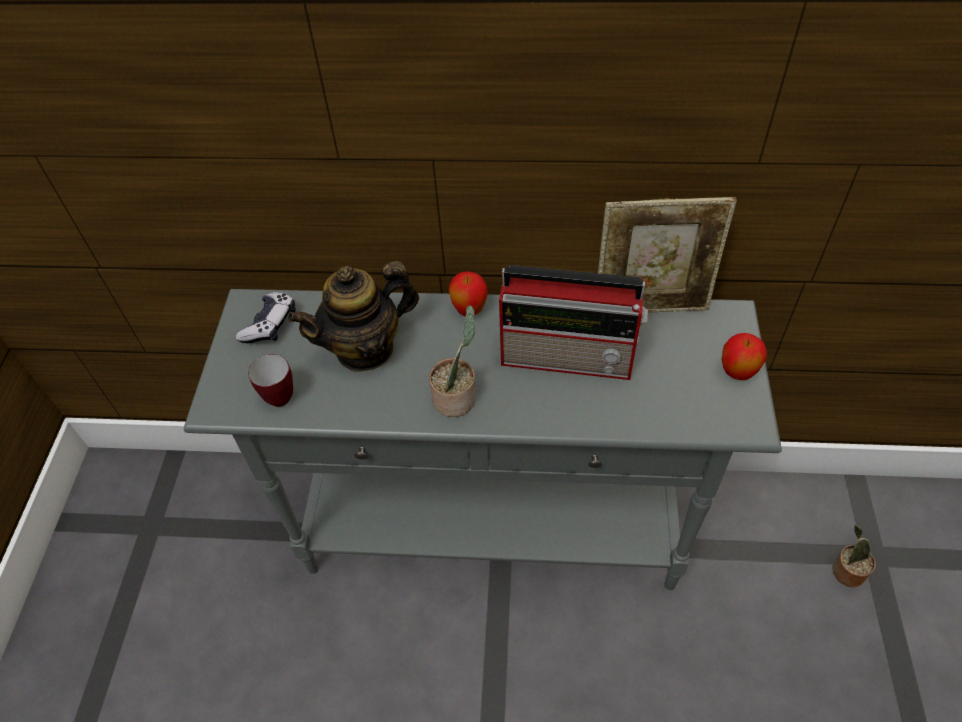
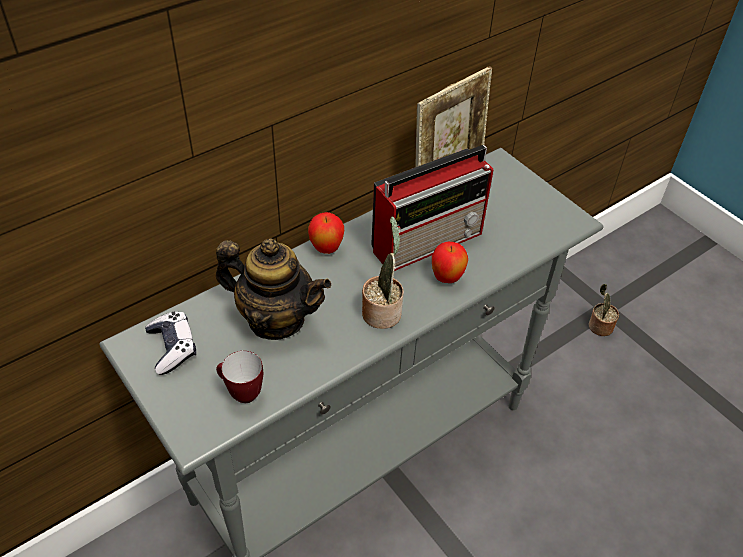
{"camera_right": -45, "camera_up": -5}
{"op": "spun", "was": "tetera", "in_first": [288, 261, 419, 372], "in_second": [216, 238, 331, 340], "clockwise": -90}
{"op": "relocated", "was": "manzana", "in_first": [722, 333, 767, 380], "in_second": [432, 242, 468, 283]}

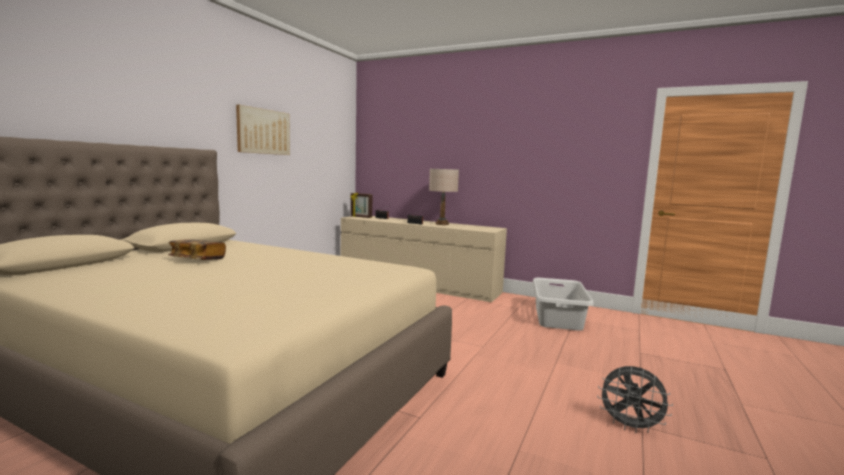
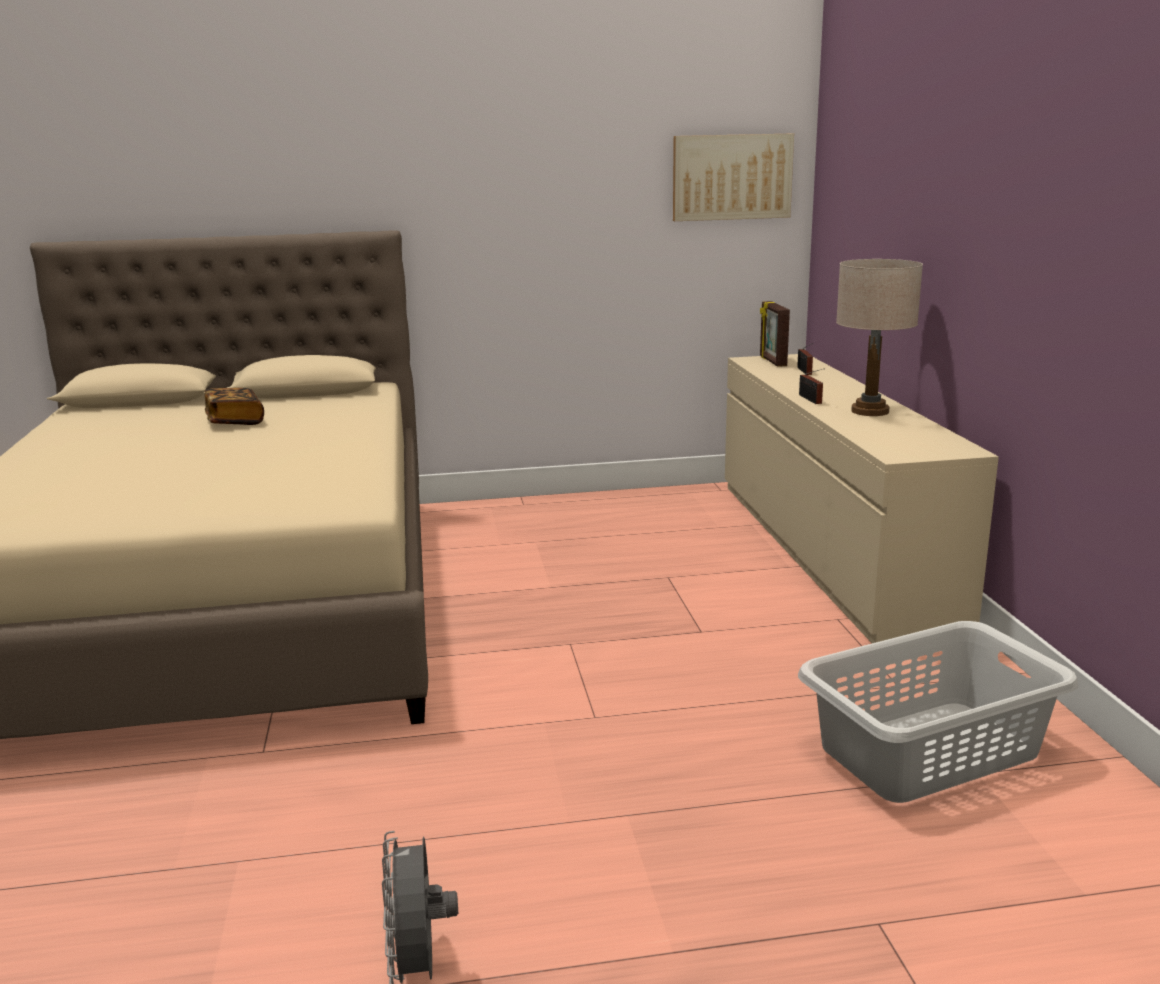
{"camera_right": 55, "camera_up": 10}
{"op": "relocated", "was": "cuadro", "in_first": [236, 105, 290, 155], "in_second": [673, 133, 794, 221]}

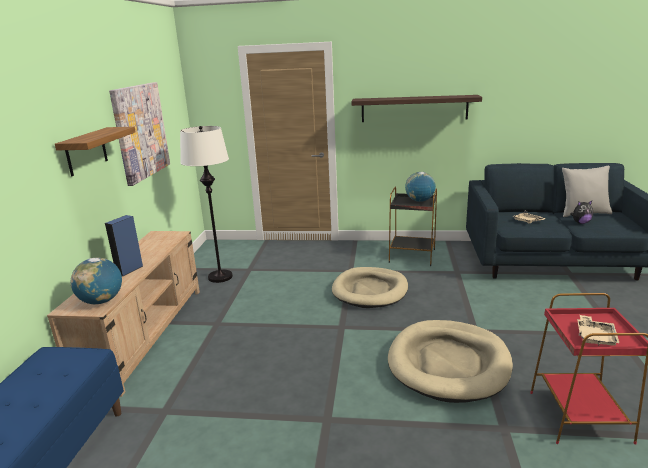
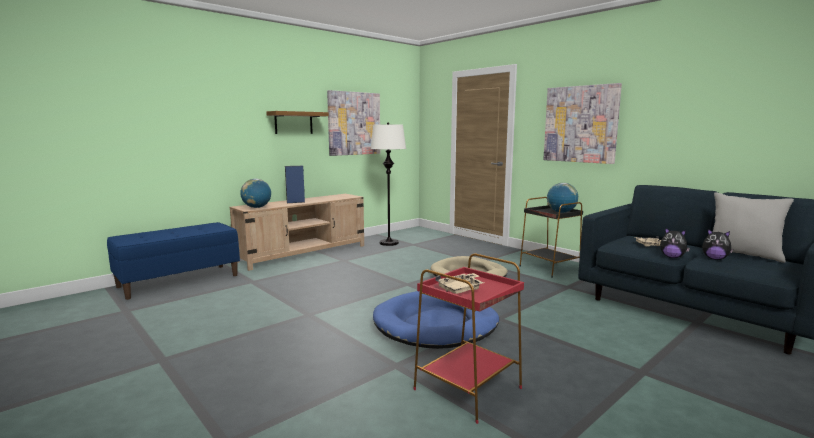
{"camera_right": 40, "camera_up": -10}
{"op": "exchanged", "was": "estante", "now": "cuadro", "in_first": [351, 95, 482, 122], "in_second": [543, 83, 622, 164]}
{"op": "colour", "was": "cama para perro/beis", "now": "cama para perro/azul", "in_first": [388, 320, 513, 403], "in_second": [373, 291, 499, 349]}
{"op": "appeared", "now": "peluche", "in_second": [660, 227, 690, 258]}

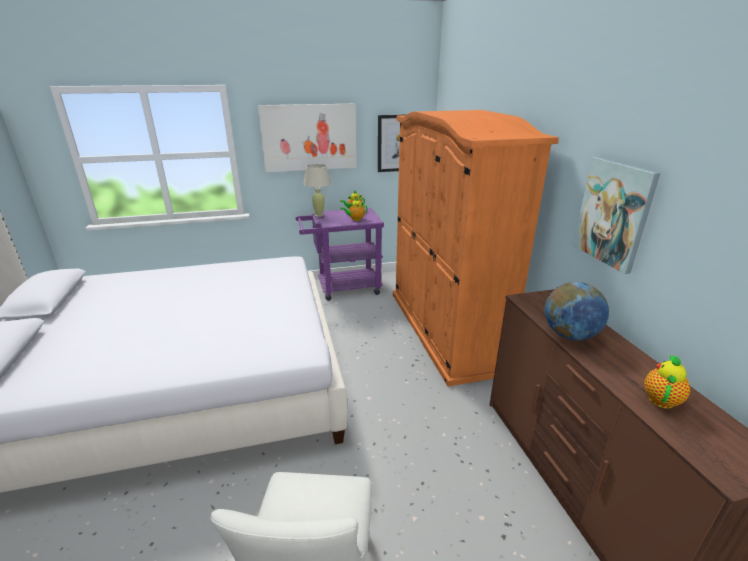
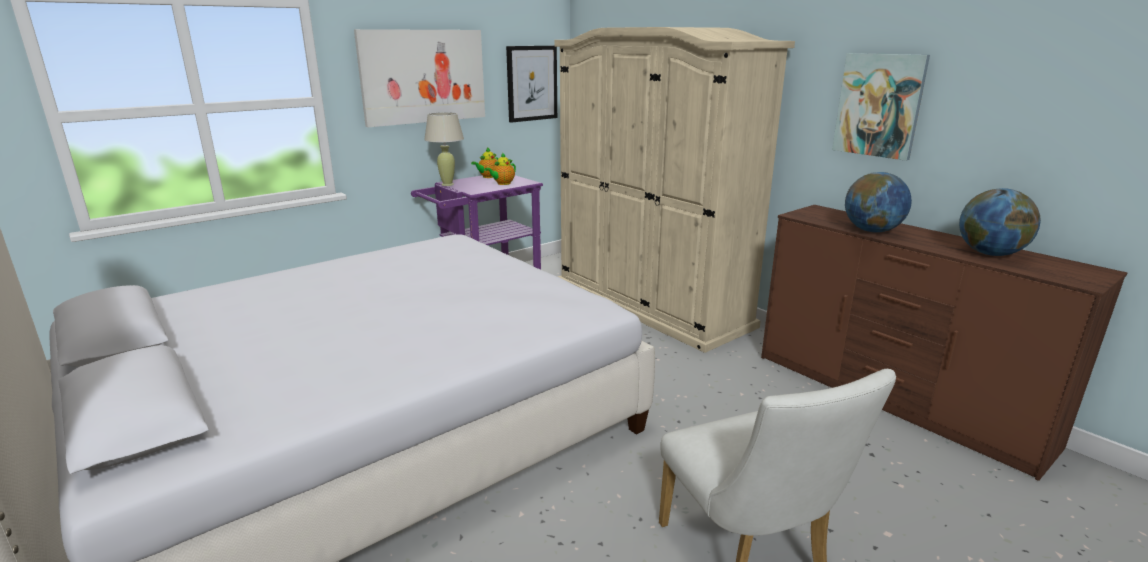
{"camera_right": -25, "camera_up": -5}
{"op": "colour", "was": "armario ropero/naranja", "now": "armario ropero/beis", "in_first": [393, 110, 559, 387], "in_second": [555, 27, 795, 353]}
{"op": "exchanged", "was": "tetera", "now": "globo terráqueo", "in_first": [644, 355, 690, 409], "in_second": [959, 188, 1041, 256]}

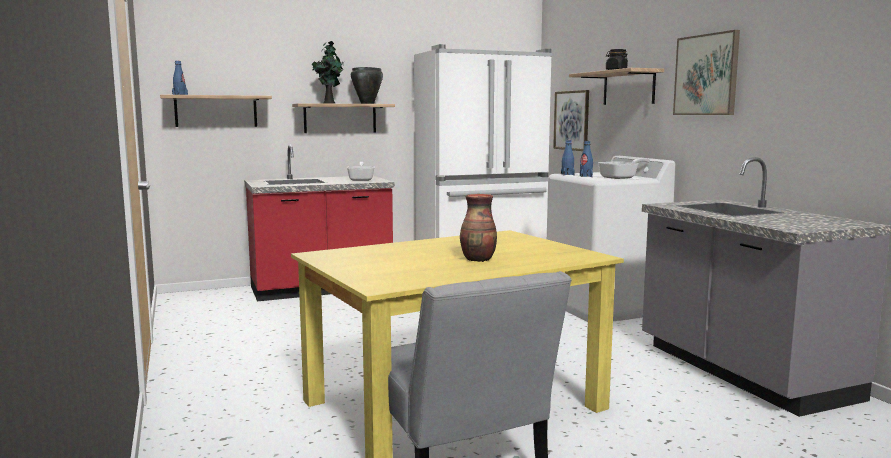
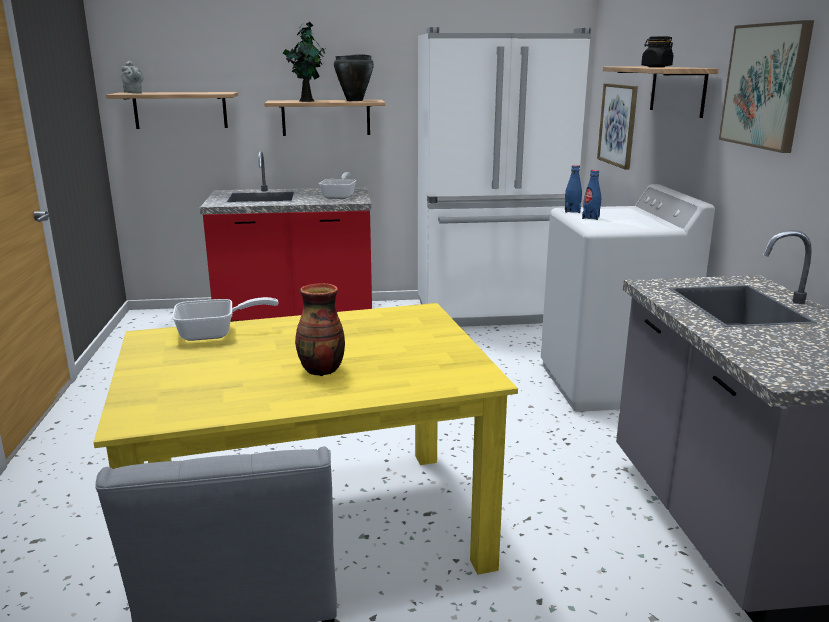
{"camera_right": 15, "camera_up": 10}
{"op": "exchanged", "was": "botella/azul", "now": "tetera/gris", "in_first": [172, 61, 188, 95], "in_second": [121, 61, 144, 93]}
{"op": "relocated", "was": "sartén", "in_first": [598, 158, 650, 179], "in_second": [172, 297, 279, 341]}

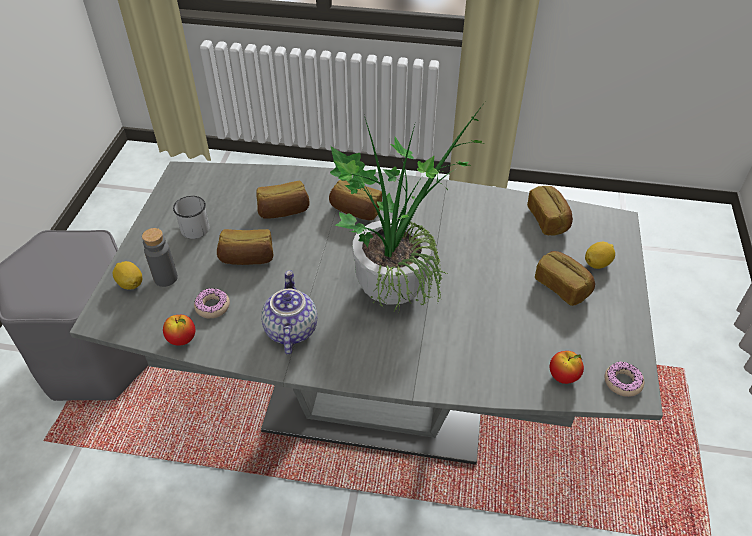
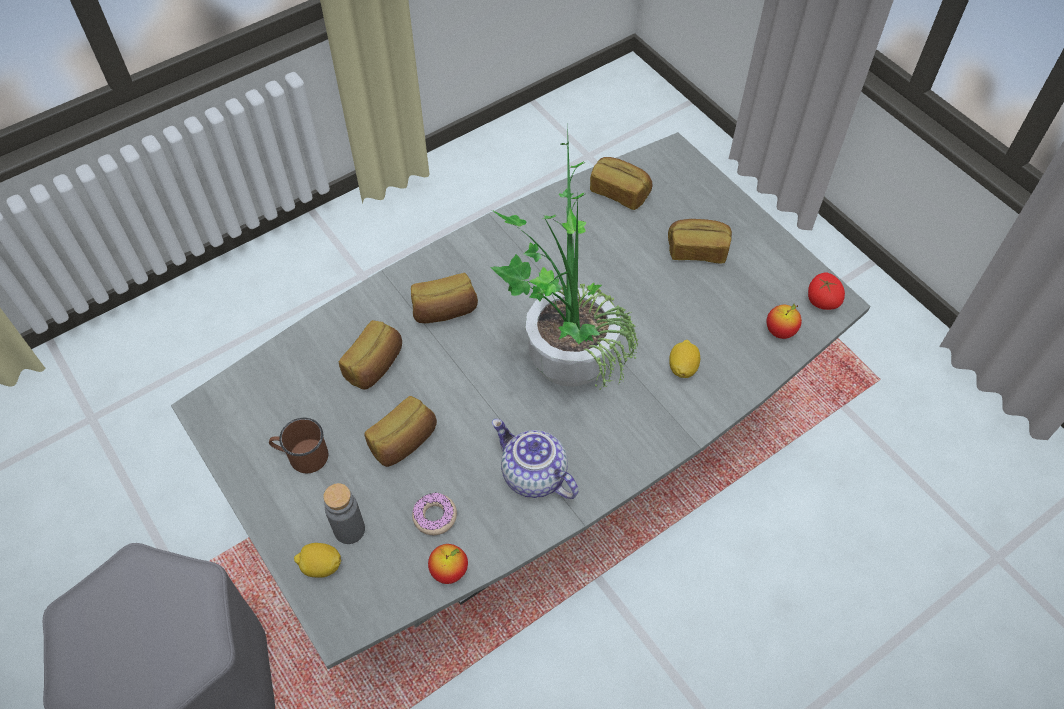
{"camera_right": -45, "camera_up": 10}
{"op": "colour", "was": "taza grande/blanco", "now": "taza grande/marrón", "in_first": [173, 196, 210, 239], "in_second": [269, 418, 328, 473]}
{"op": "relocated", "was": "limón", "in_first": [585, 242, 615, 269], "in_second": [669, 340, 700, 378]}
{"op": "exchanged", "was": "rosquilla", "now": "tomate", "in_first": [605, 362, 644, 397], "in_second": [808, 272, 845, 310]}

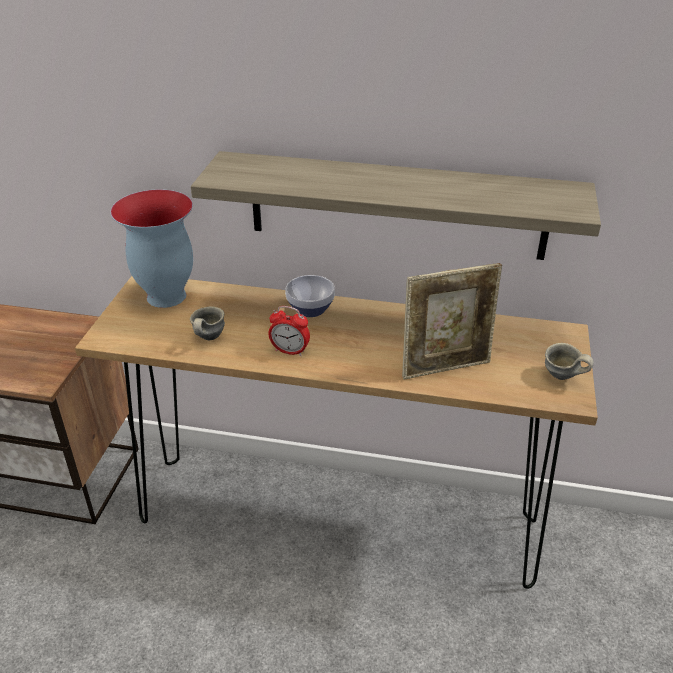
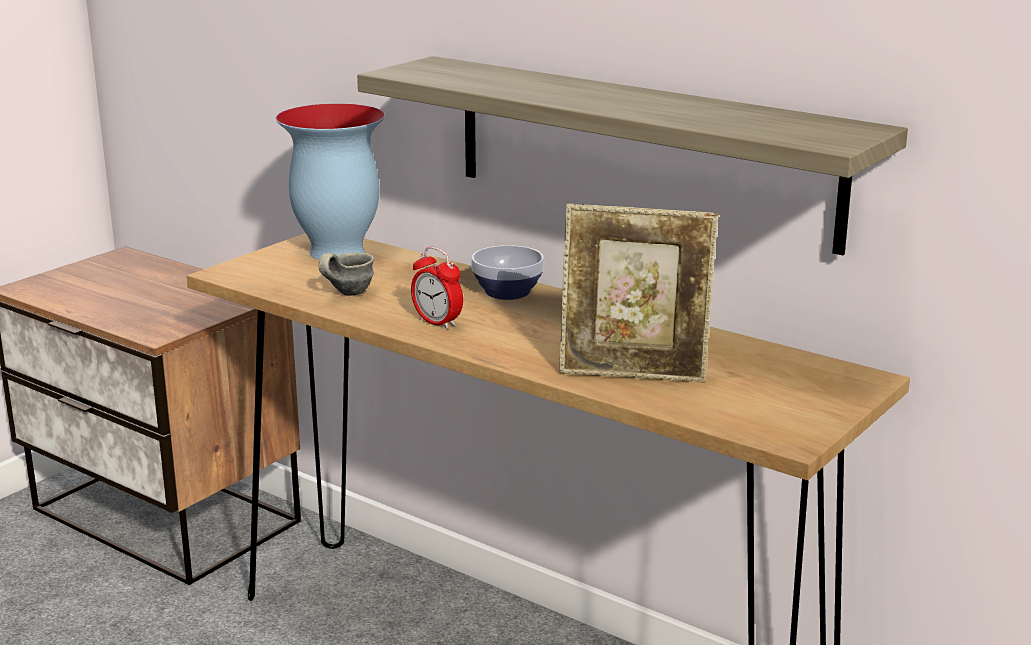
{"camera_right": 25, "camera_up": -15}
{"op": "missing", "was": "taza grande/gris", "in_first": [545, 343, 594, 380]}

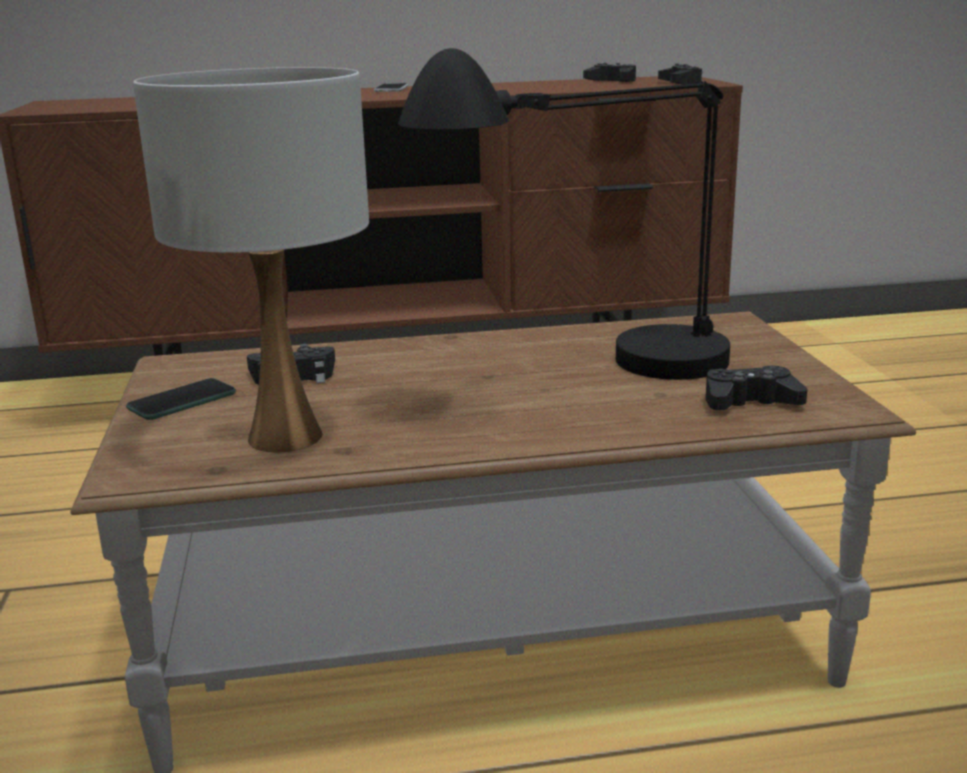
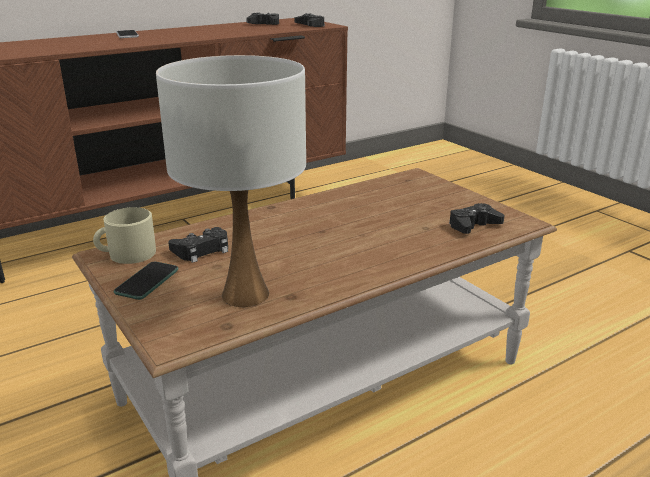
{"camera_right": -25, "camera_up": 5}
{"op": "missing", "was": "lámpara de mesa/negro", "in_first": [398, 48, 730, 380]}
{"op": "appeared", "now": "taza grande/beis", "in_second": [93, 207, 156, 264]}

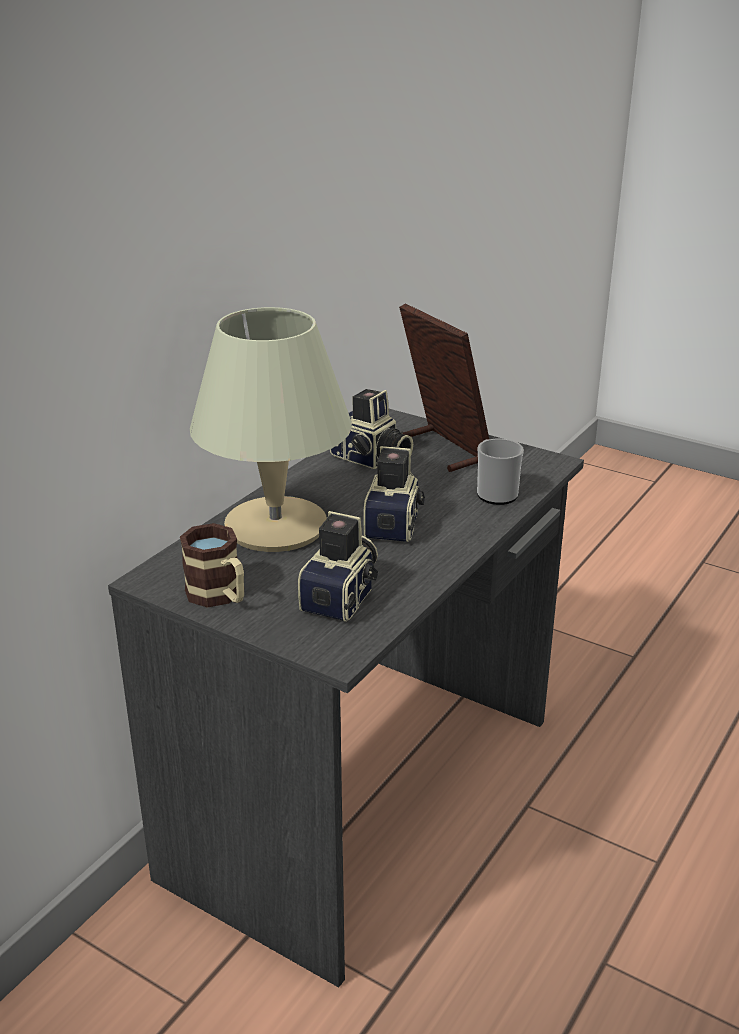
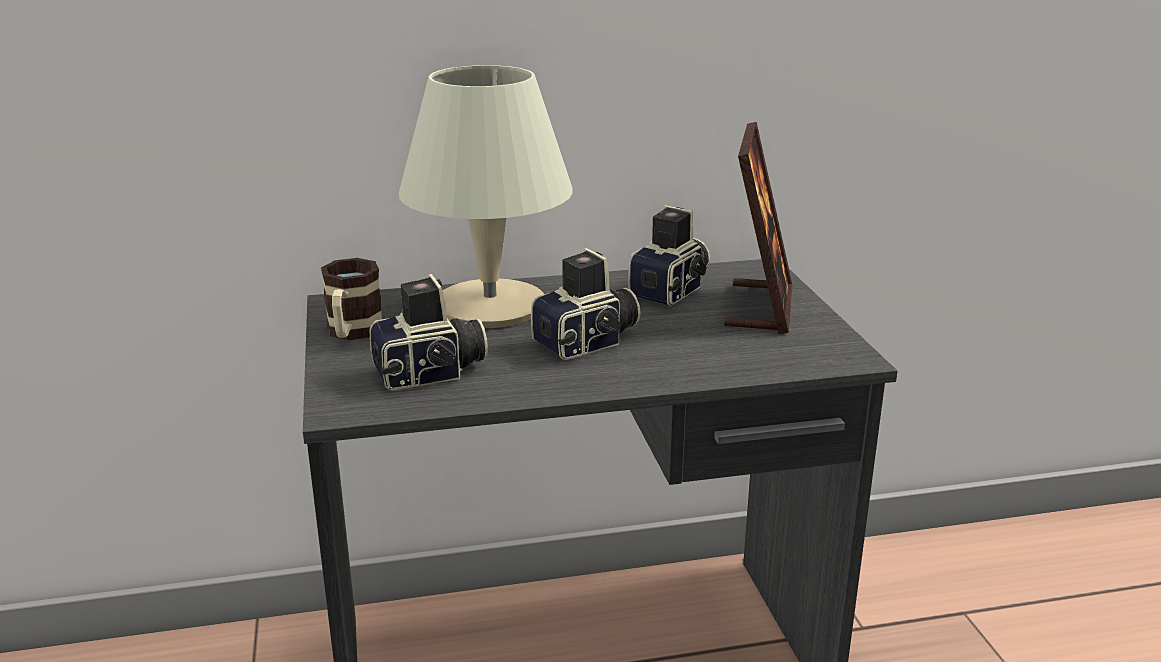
{"camera_right": 45, "camera_up": -5}
{"op": "spun", "was": "cámara", "in_first": [330, 389, 413, 469], "in_second": [628, 205, 710, 306], "clockwise": -135}
{"op": "missing", "was": "taza grande", "in_first": [477, 439, 524, 505]}

